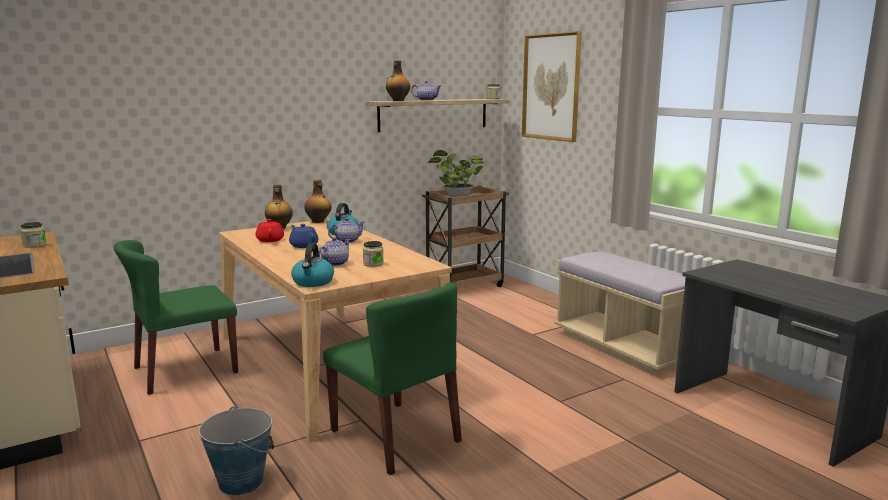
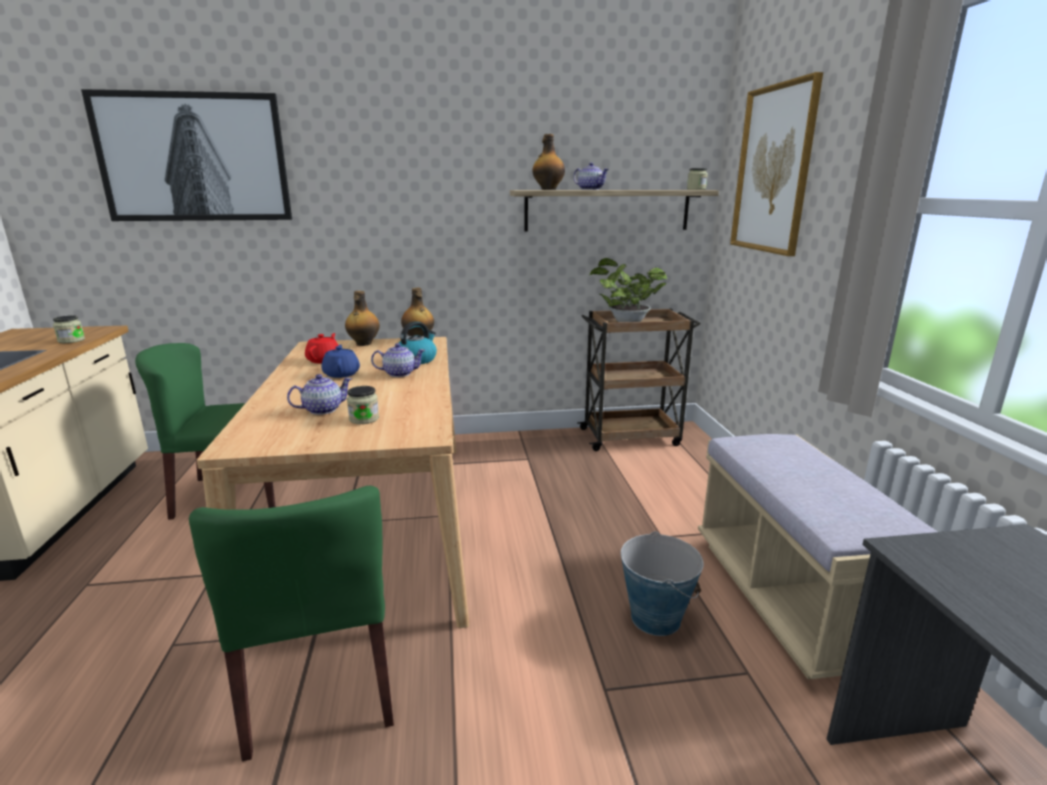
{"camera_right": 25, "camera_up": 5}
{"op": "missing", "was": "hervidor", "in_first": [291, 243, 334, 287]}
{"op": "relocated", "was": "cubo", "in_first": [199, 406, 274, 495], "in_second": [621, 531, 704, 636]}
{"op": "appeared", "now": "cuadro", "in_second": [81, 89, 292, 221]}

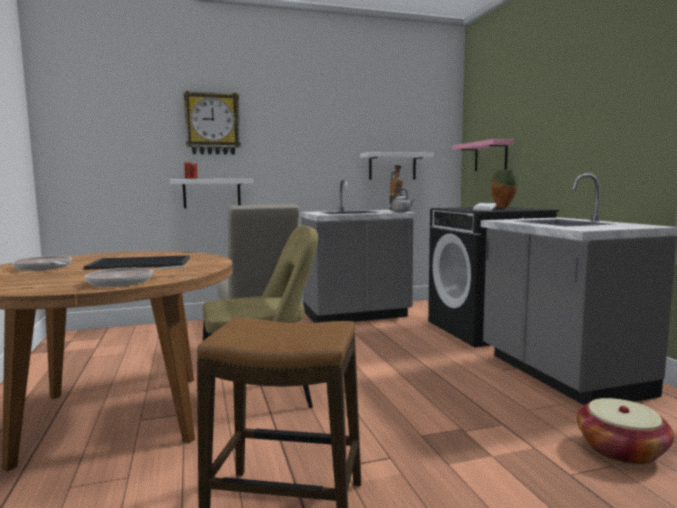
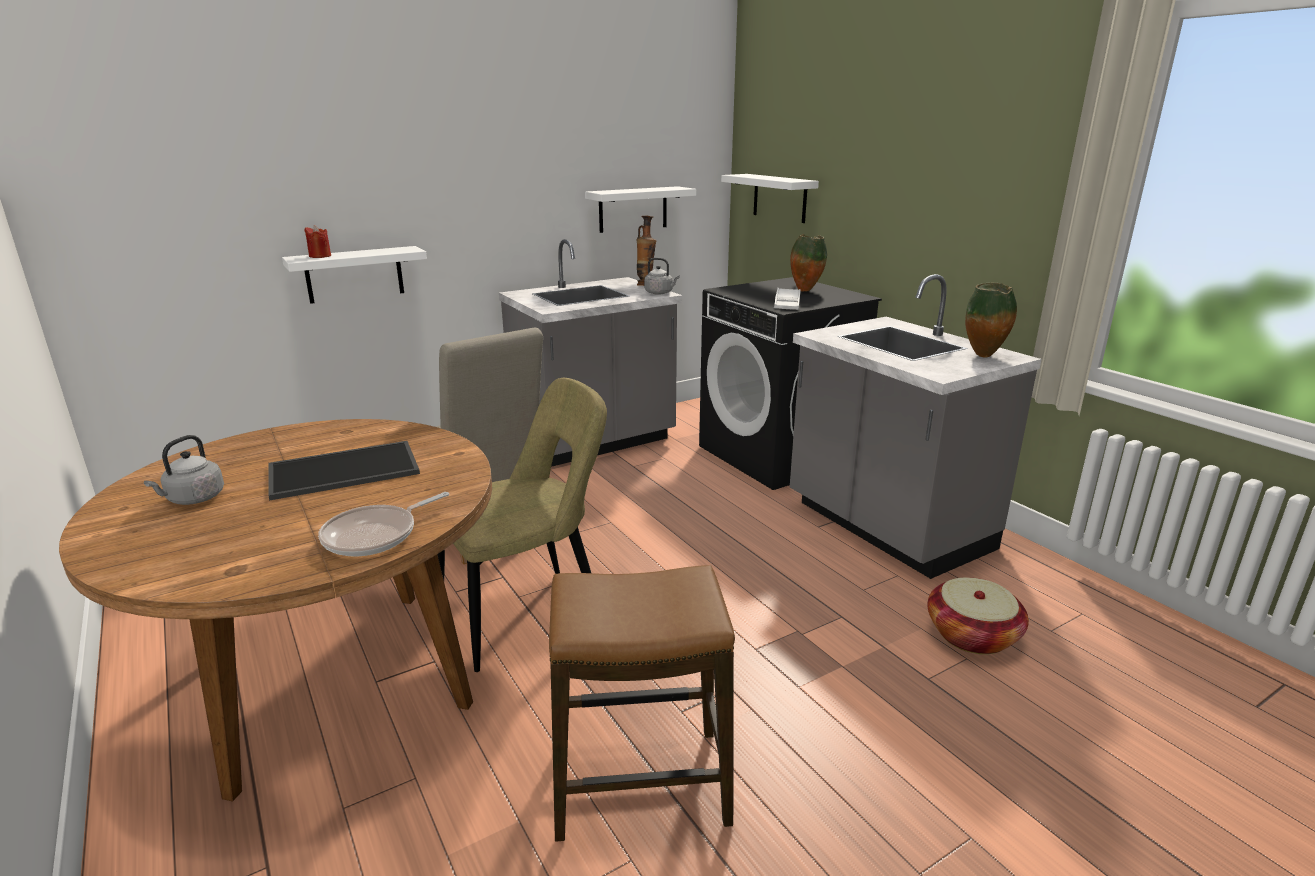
{"camera_right": -15, "camera_up": 15}
{"op": "missing", "was": "reloj de pared", "in_first": [184, 91, 241, 155]}
{"op": "colour", "was": "estante/rosa", "now": "estante/blanco", "in_first": [452, 139, 515, 171], "in_second": [721, 174, 819, 223]}
{"op": "exchanged", "was": "sartén", "now": "hervidor/gris", "in_first": [12, 256, 72, 271], "in_second": [144, 435, 224, 505]}
{"op": "appeared", "now": "florero", "in_second": [965, 283, 1017, 358]}

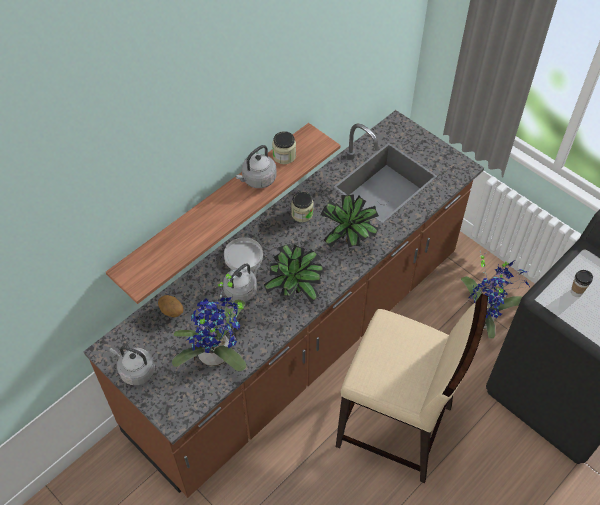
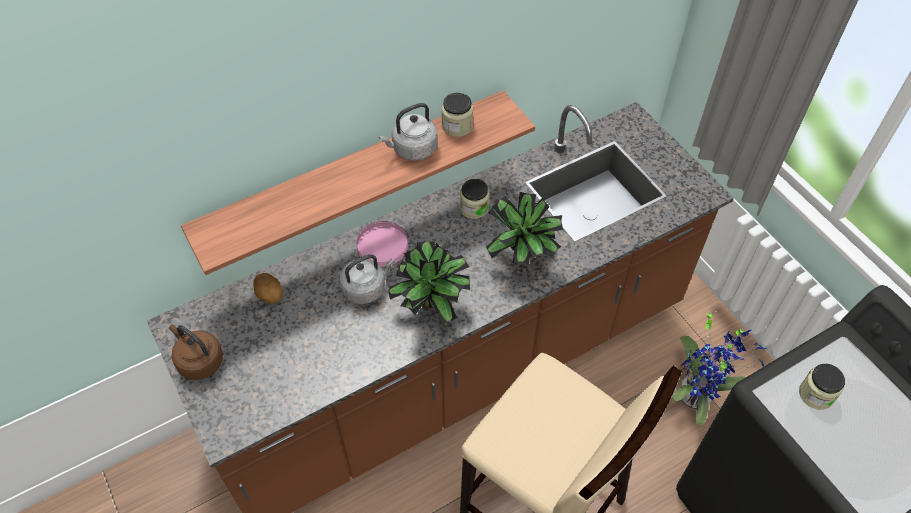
{"camera_right": 15, "camera_up": 0}
{"op": "colour", "was": "plato/blanco", "now": "plato/rosa", "in_first": [224, 237, 263, 271], "in_second": [356, 221, 408, 267]}
{"op": "missing", "was": "planta en maceta", "in_first": [172, 269, 246, 371]}
{"op": "exchanged", "was": "taza", "now": "tarro", "in_first": [571, 270, 593, 297], "in_second": [799, 364, 845, 410]}
{"op": "colour", "was": "hervidor/gris", "now": "hervidor/marrón", "in_first": [110, 346, 155, 386], "in_second": [169, 324, 223, 380]}

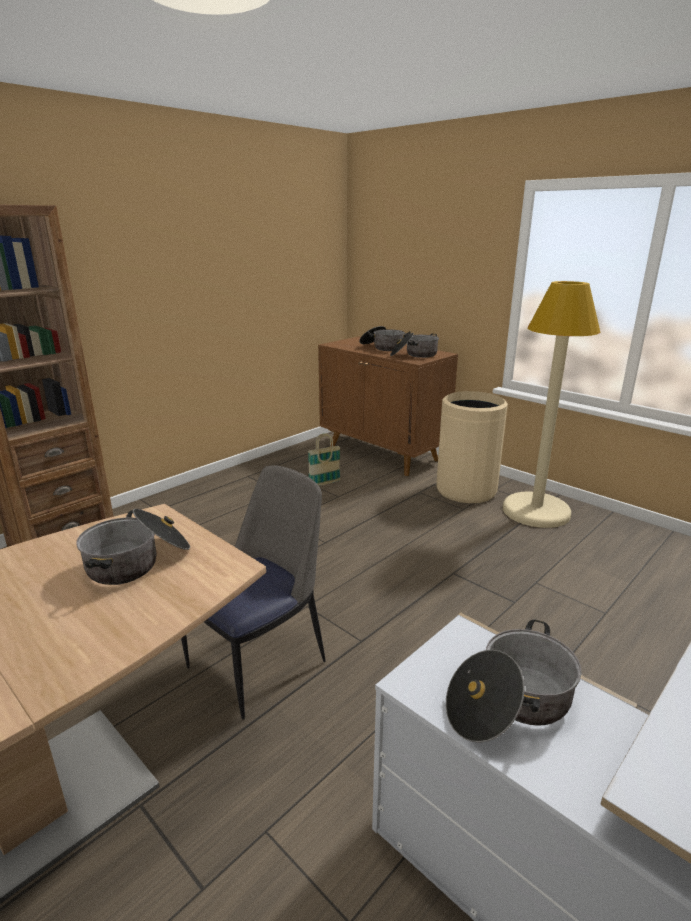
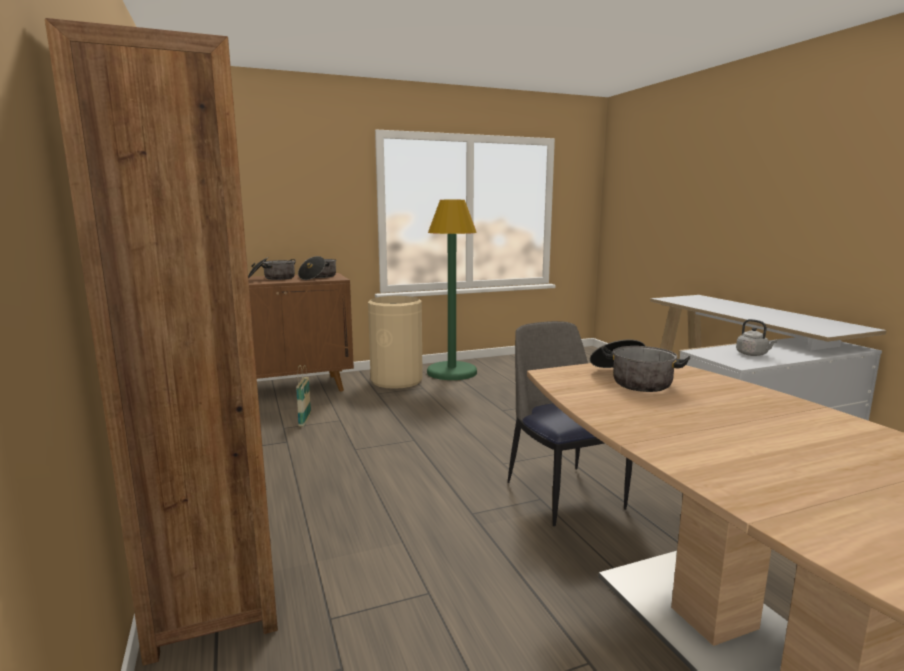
{"camera_right": -65, "camera_up": -10}
{"op": "colour", "was": "lámpara de pie/beis", "now": "lámpara de pie/verde", "in_first": [503, 281, 601, 528], "in_second": [427, 200, 477, 380]}
{"op": "exchanged", "was": "olla", "now": "hervidor/gris", "in_first": [446, 619, 582, 743], "in_second": [736, 319, 778, 356]}

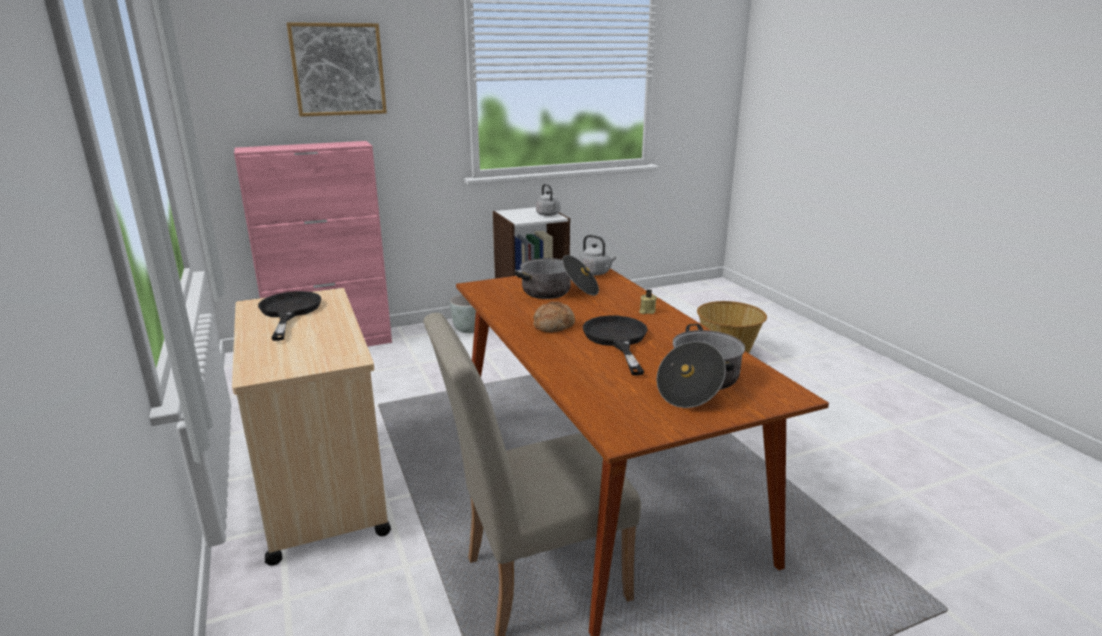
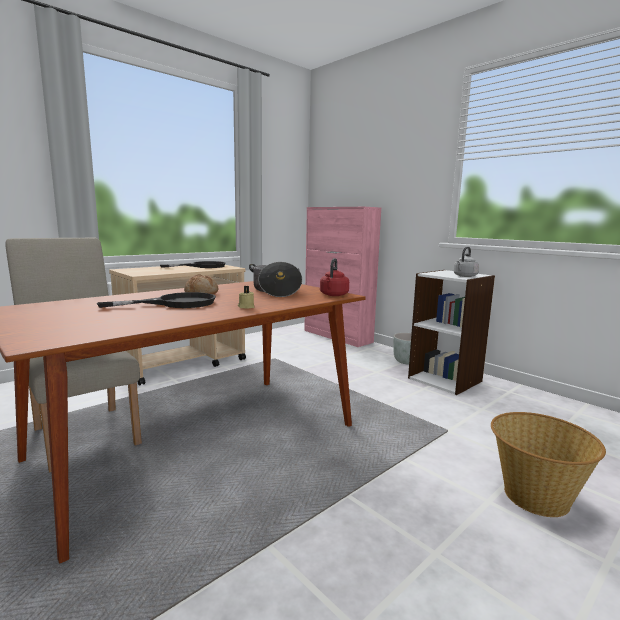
{"camera_right": 70, "camera_up": -10}
{"op": "missing", "was": "cuadro", "in_first": [287, 22, 387, 117]}
{"op": "colour", "was": "hervidor/gris", "now": "hervidor/rojo", "in_first": [578, 235, 616, 276], "in_second": [320, 258, 349, 296]}
{"op": "missing", "was": "olla", "in_first": [656, 324, 745, 408]}

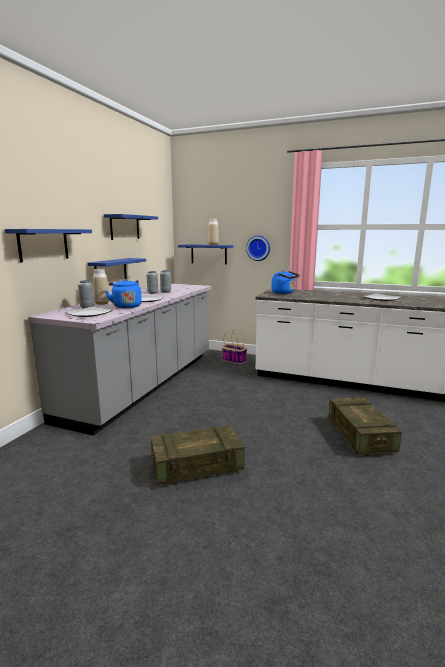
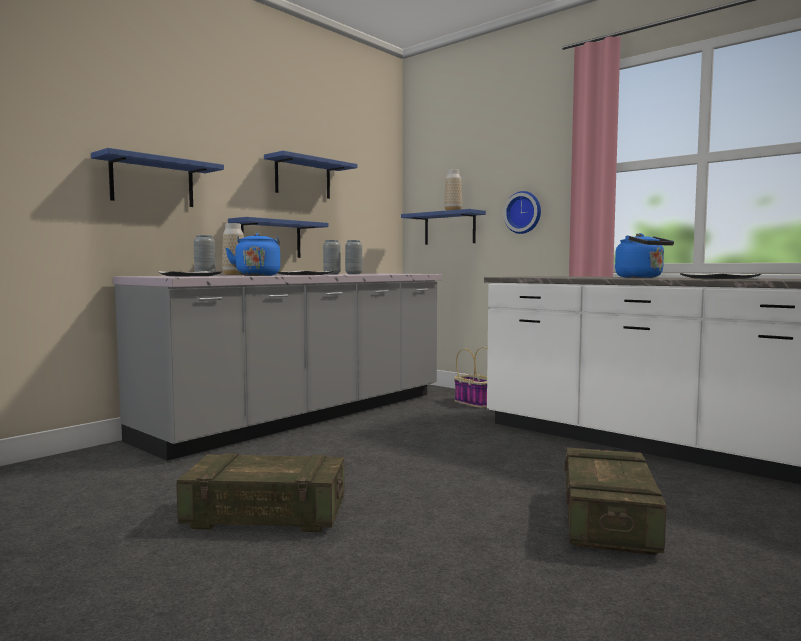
{"camera_right": 20, "camera_up": -10}
{"op": "relocated", "was": "hervidor/azul", "in_first": [272, 270, 300, 294], "in_second": [615, 233, 674, 278]}

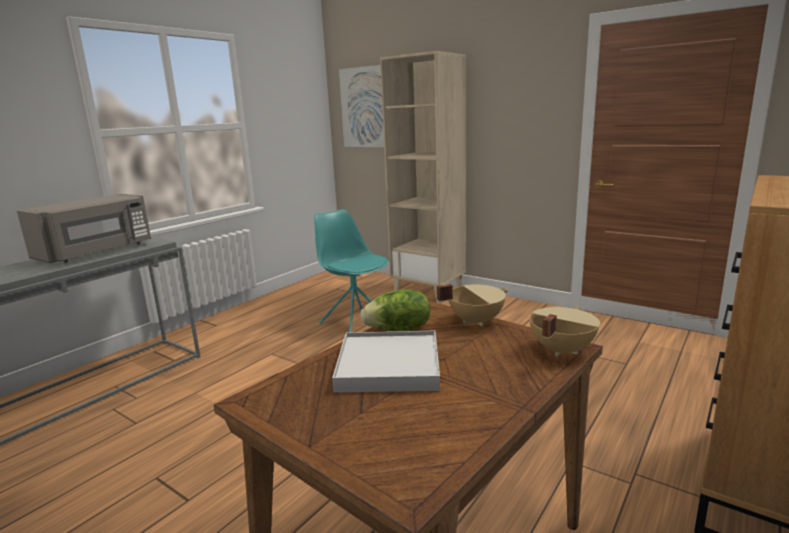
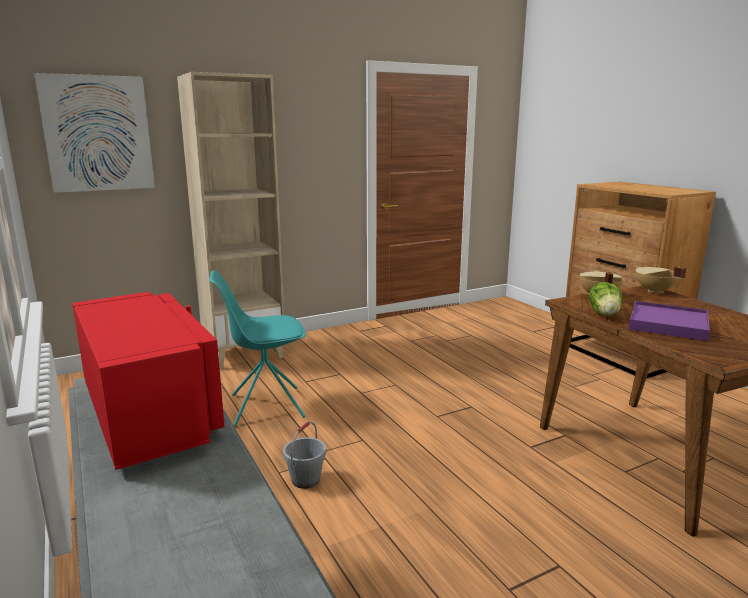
{"camera_right": -65, "camera_up": 0}
{"op": "colour", "was": "microondas/gris", "now": "microondas/rojo", "in_first": [17, 194, 151, 263], "in_second": [72, 292, 225, 470]}
{"op": "colour", "was": "bandeja/blanco", "now": "bandeja/morado", "in_first": [332, 331, 440, 393], "in_second": [629, 301, 710, 341]}
{"op": "appeared", "now": "cubo/gris", "in_second": [283, 421, 326, 489]}

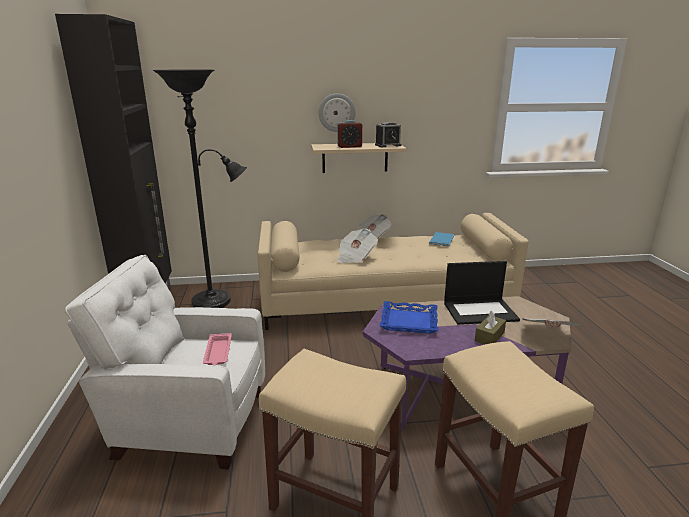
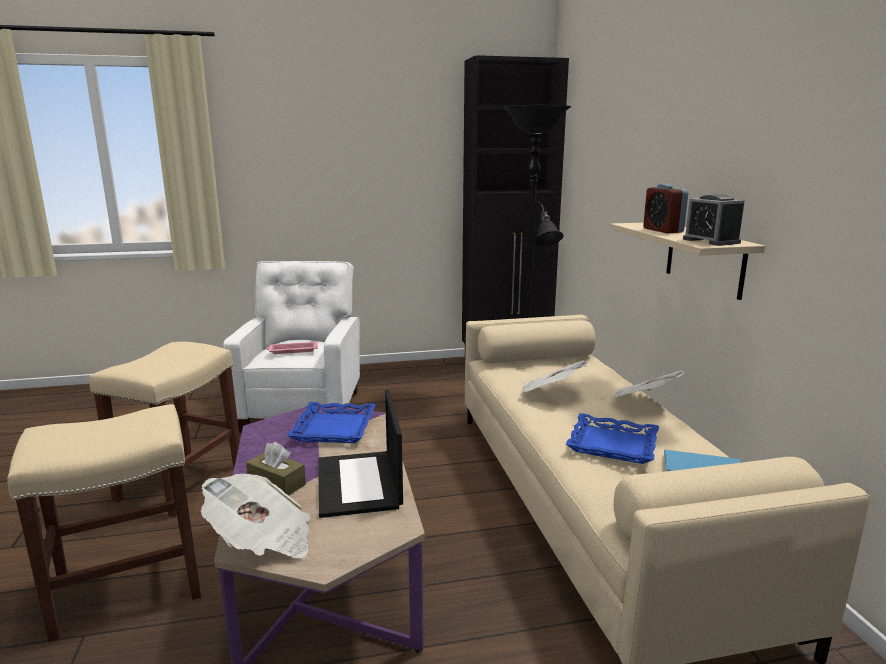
{"camera_right": 85, "camera_up": -5}
{"op": "missing", "was": "reloj de pared", "in_first": [318, 93, 355, 132]}
{"op": "appeared", "now": "bandeja/azul", "in_second": [566, 413, 659, 464]}

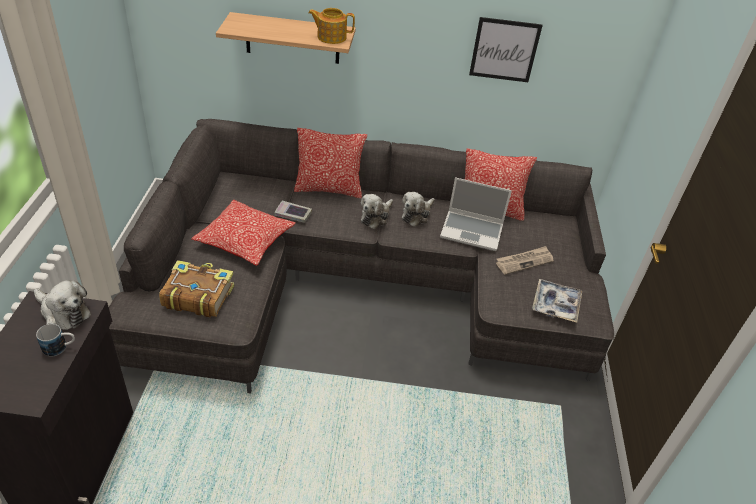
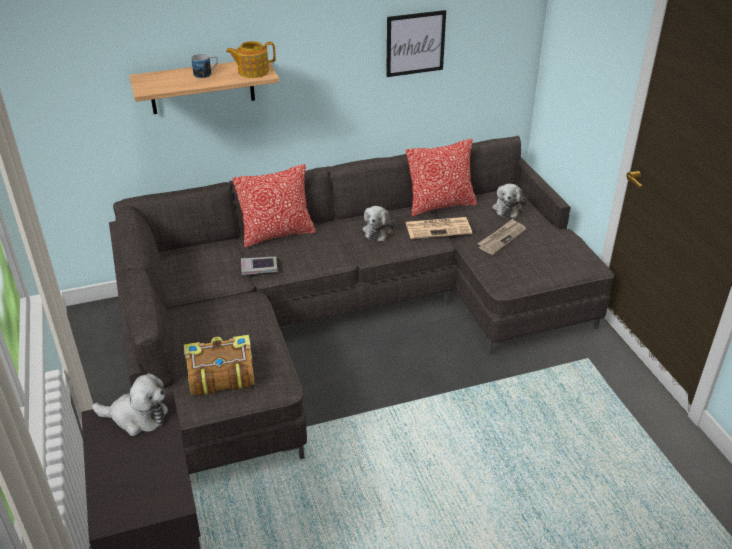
{"camera_right": -20, "camera_up": -5}
{"op": "exchanged", "was": "portátil", "now": "periódico", "in_first": [440, 177, 512, 251], "in_second": [405, 217, 472, 239]}
{"op": "relocated", "was": "peluche", "in_first": [361, 194, 393, 229], "in_second": [492, 184, 526, 218]}
{"op": "missing", "was": "cojín", "in_first": [191, 200, 296, 266]}
{"op": "missing", "was": "bandeja", "in_first": [532, 279, 582, 323]}
{"op": "relocated", "was": "taza grande", "in_first": [36, 324, 75, 357], "in_second": [191, 54, 218, 78]}

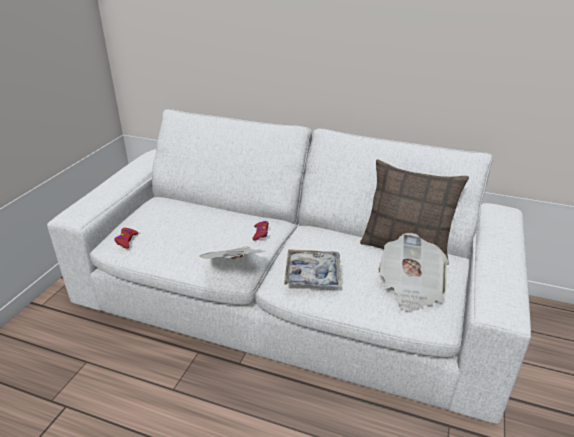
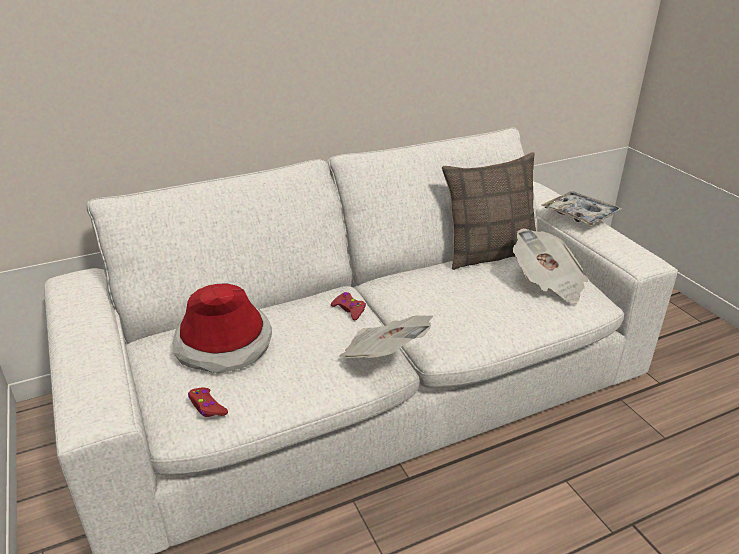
{"camera_right": -45, "camera_up": 0}
{"op": "relocated", "was": "bandeja", "in_first": [284, 249, 341, 288], "in_second": [542, 191, 623, 226]}
{"op": "appeared", "now": "sombrero", "in_second": [173, 284, 272, 373]}

